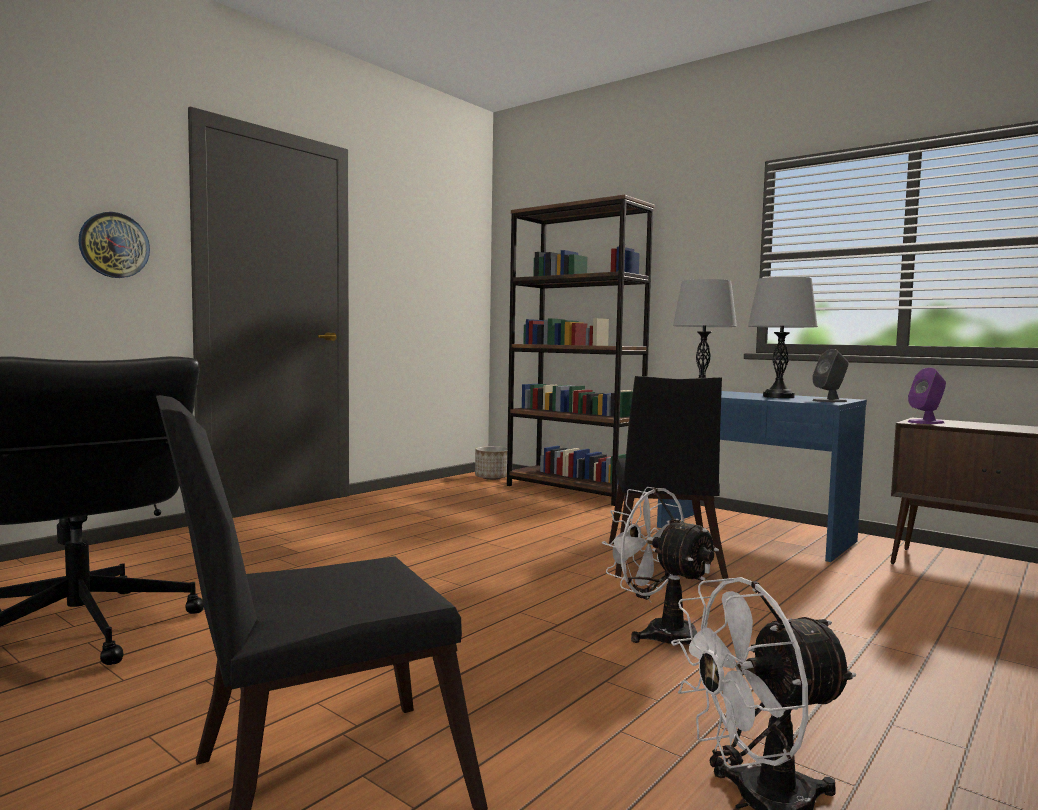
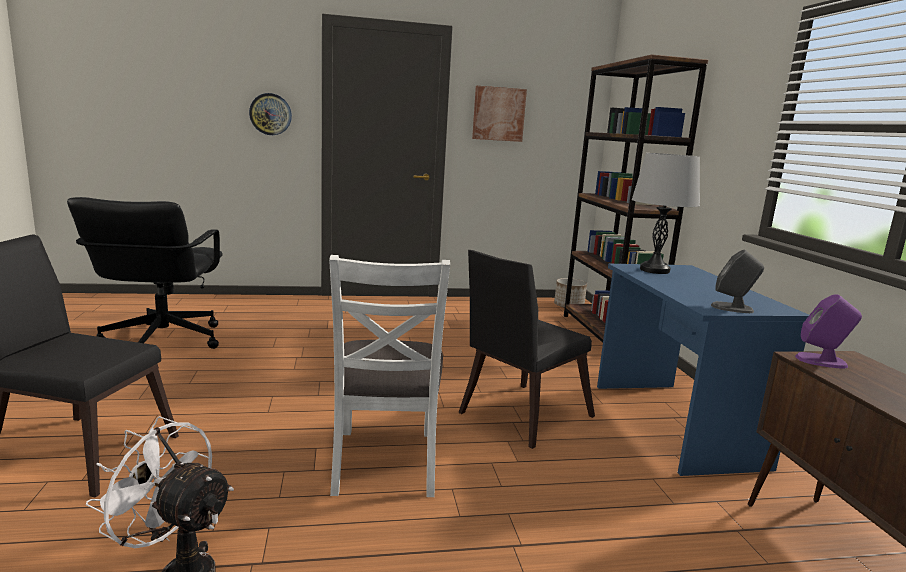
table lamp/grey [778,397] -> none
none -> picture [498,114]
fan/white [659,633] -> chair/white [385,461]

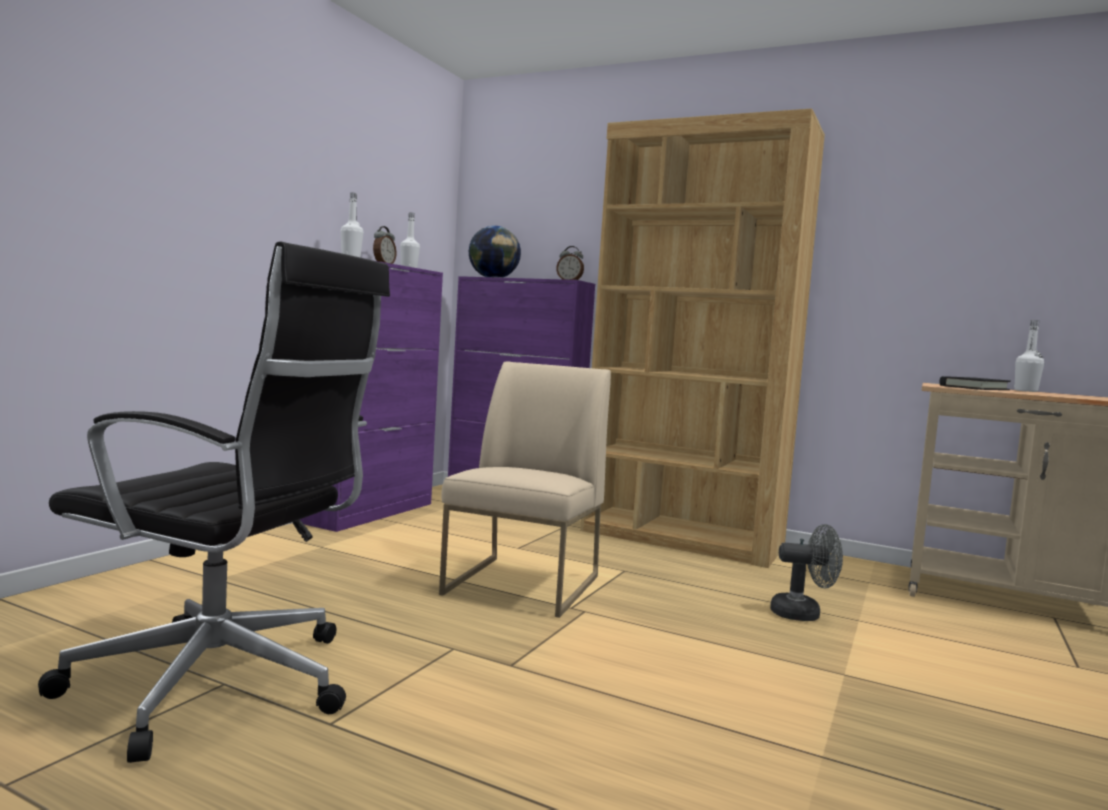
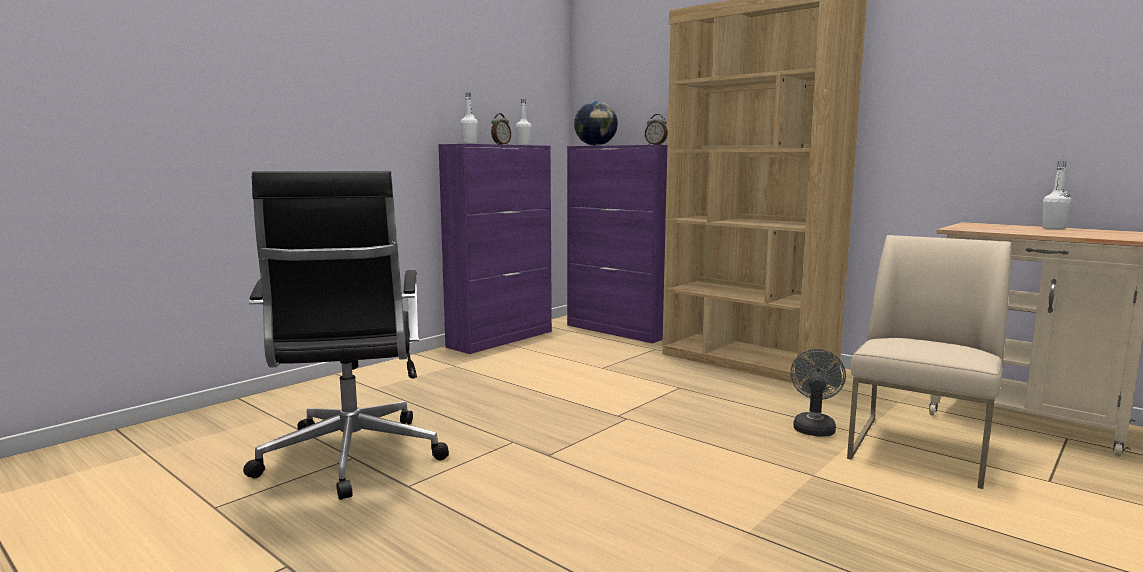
book/black [974,388] -> none
chair/beige [523,586] -> chair/beige [921,451], shifted
office chair/black [221,685] -> office chair/black [351,458], 45 degrees clockwise
fan/grey [803,614] -> fan/grey [813,427], 90 degrees counterclockwise

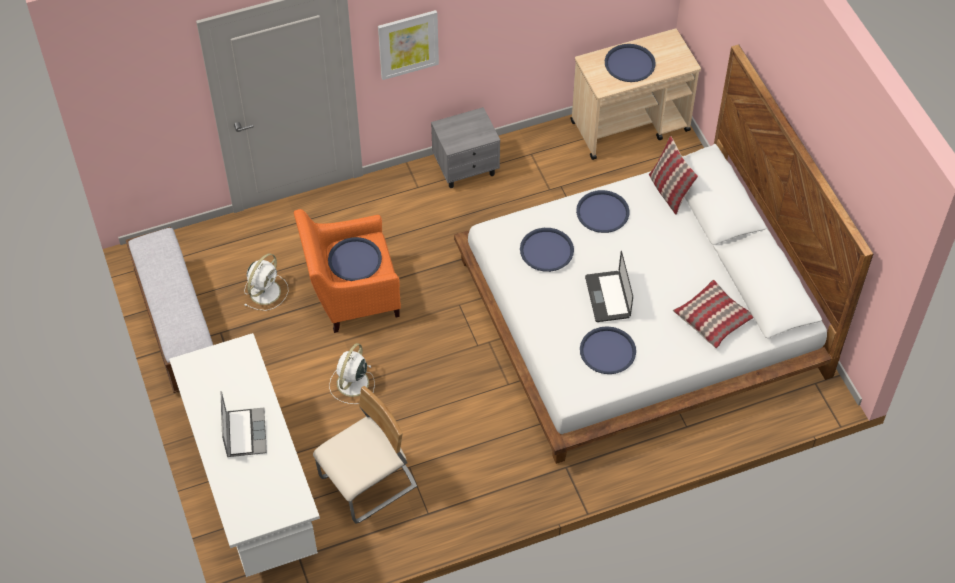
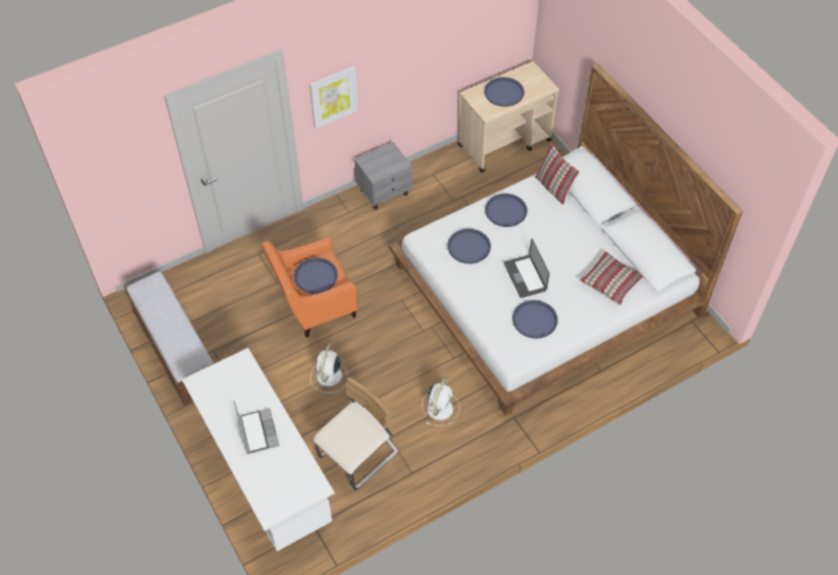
fan/white [266,291] -> fan/white [440,407], shifted

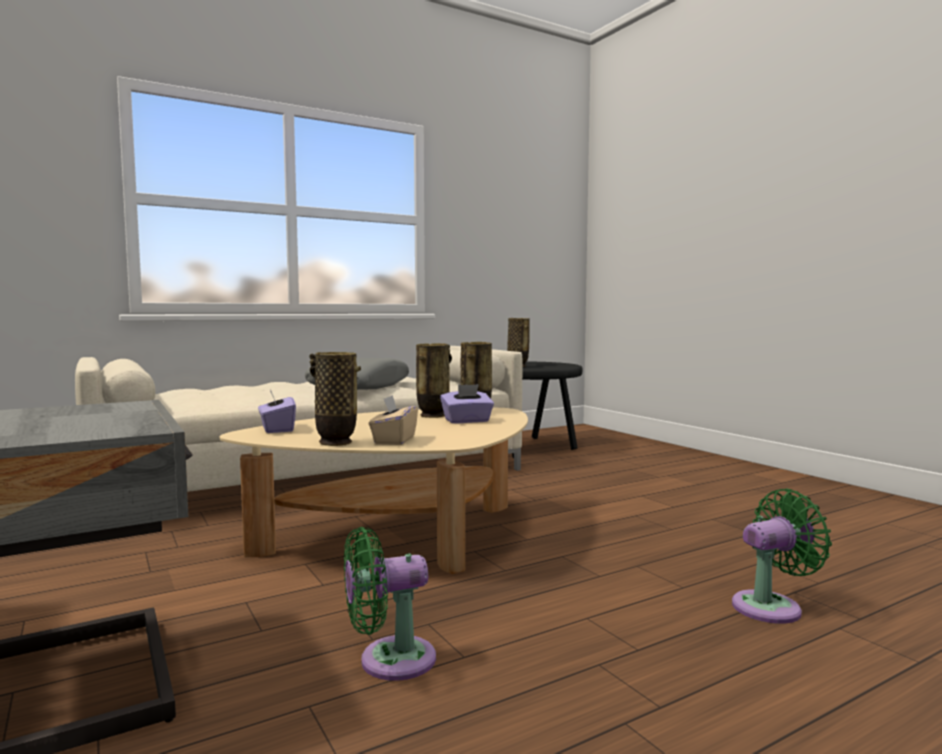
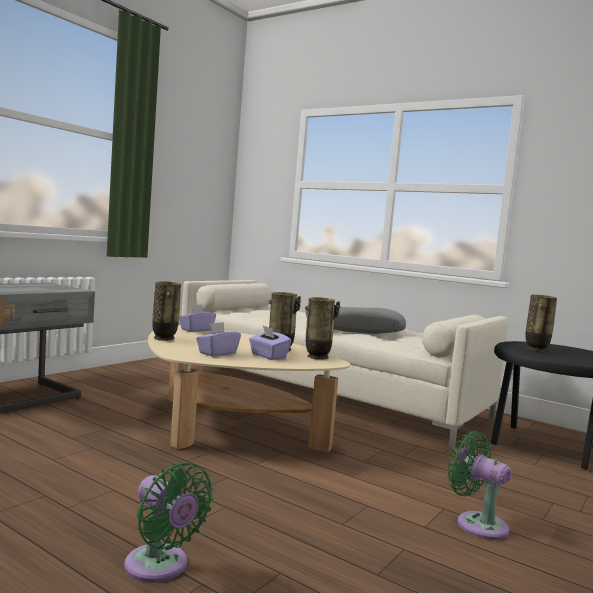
tissue box/beige [394,440] -> none
none -> tissue box/purple [217,353]
fan/green [389,661] -> fan/green [477,524], shifted

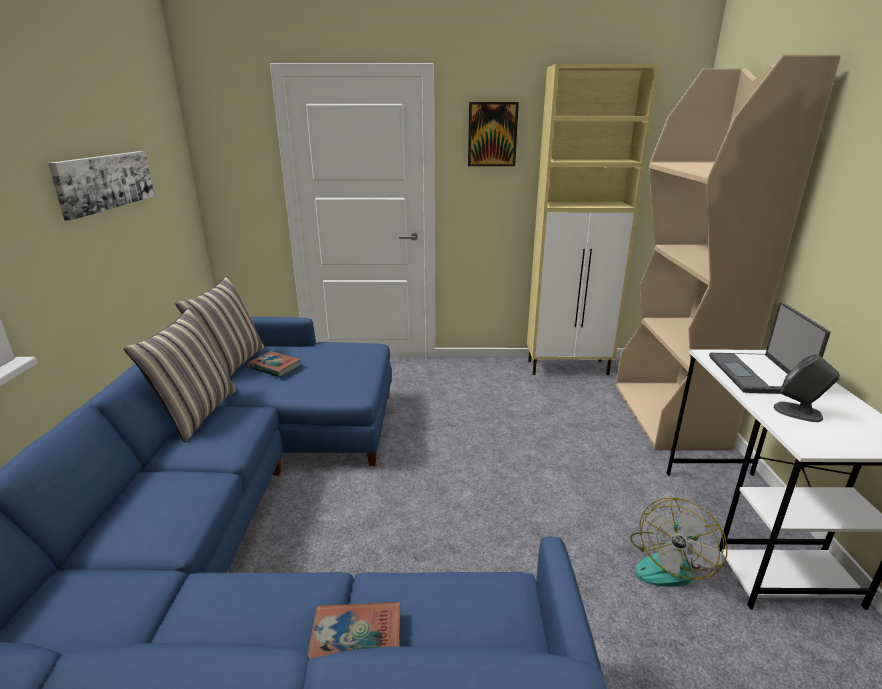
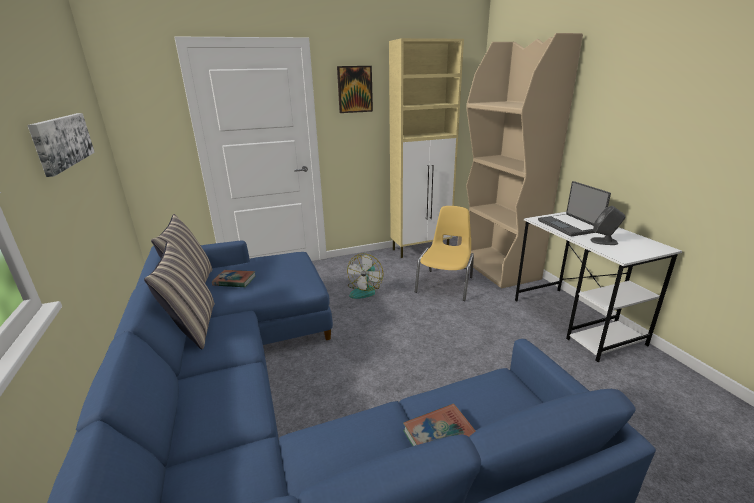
none -> chair/yellow [445,284]
fan [668,563] -> fan [365,290], shifted

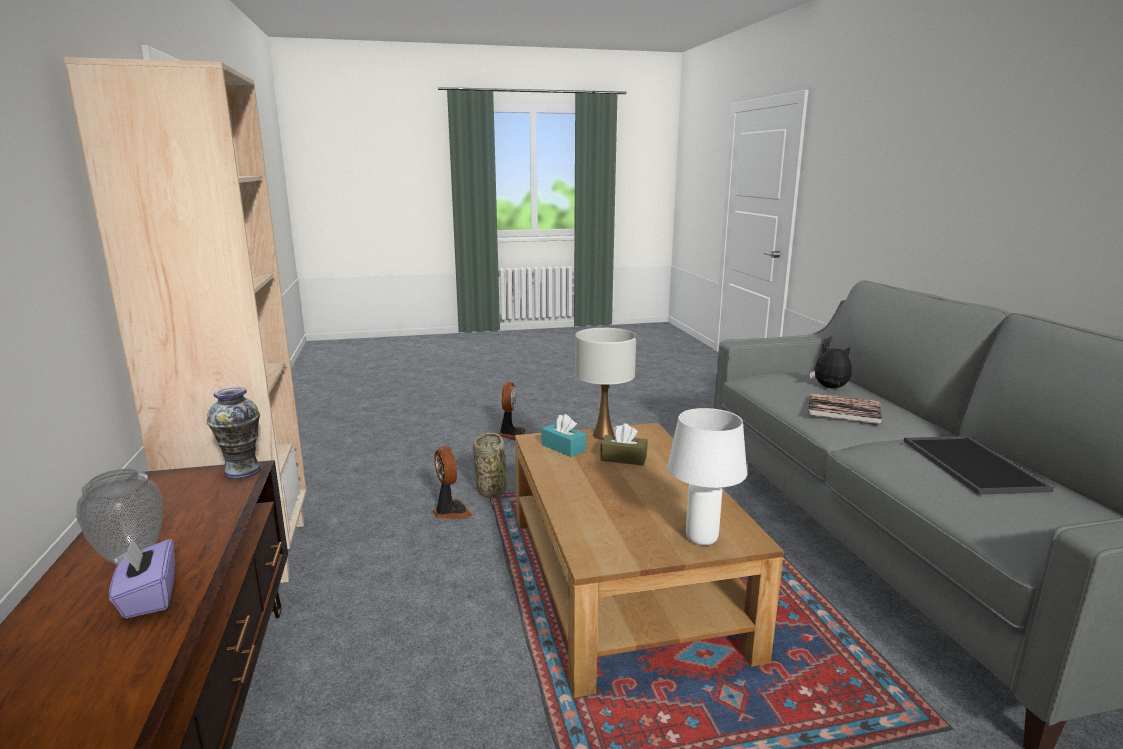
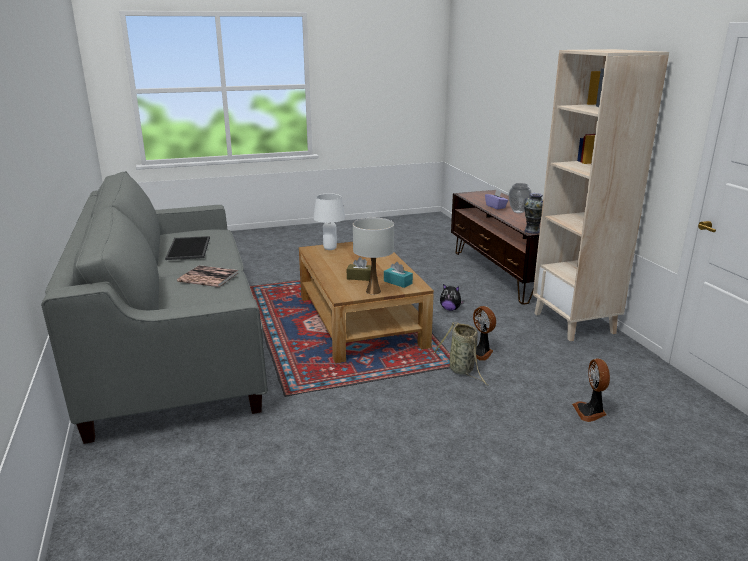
fan [511,434] -> fan [590,412], shifted
plush toy [830,388] -> plush toy [450,309], shifted

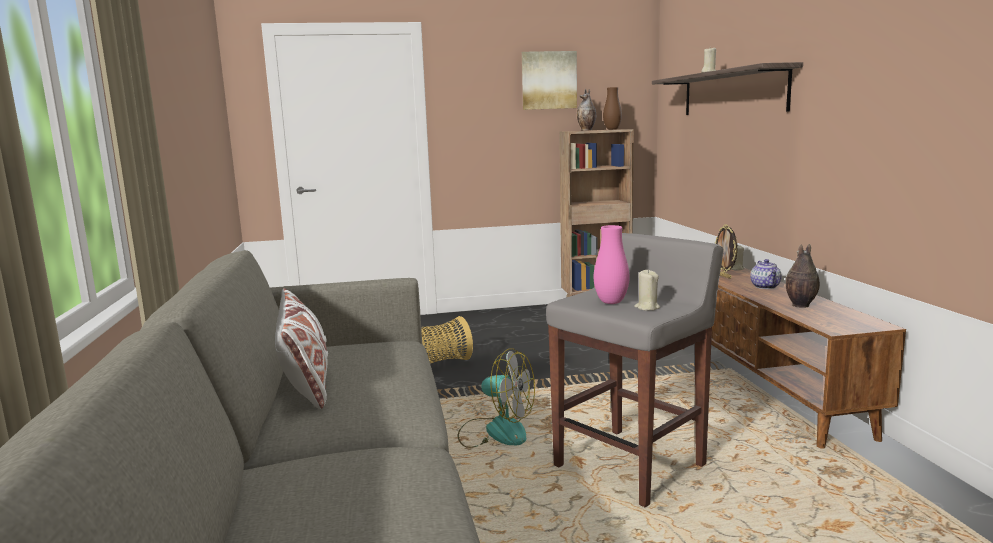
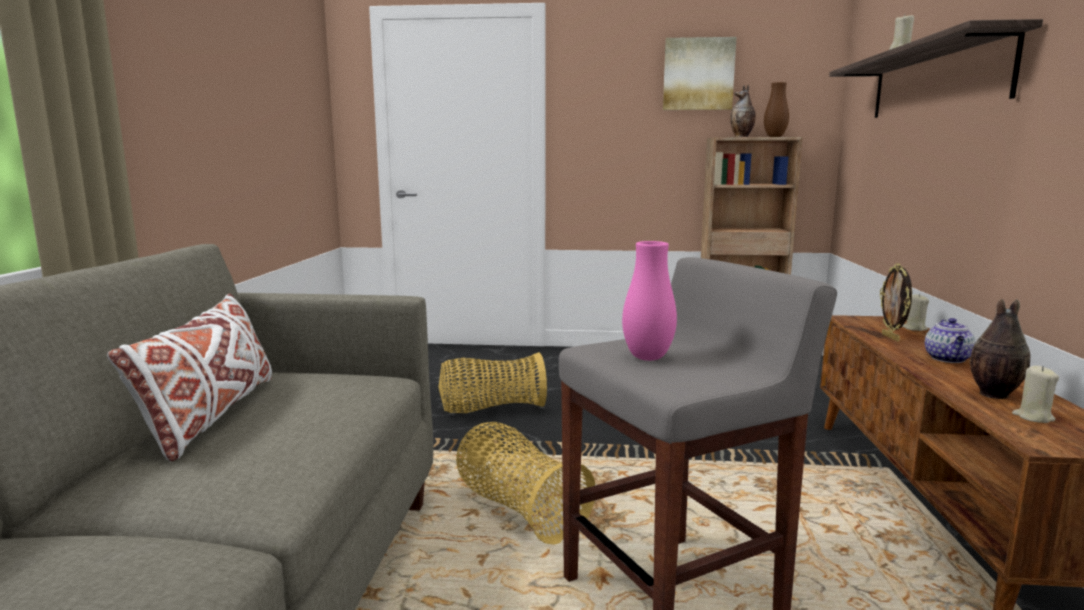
candle/beige [647,307] -> candle/beige [1033,417], shifted
fan [495,431] -> basket [519,509]

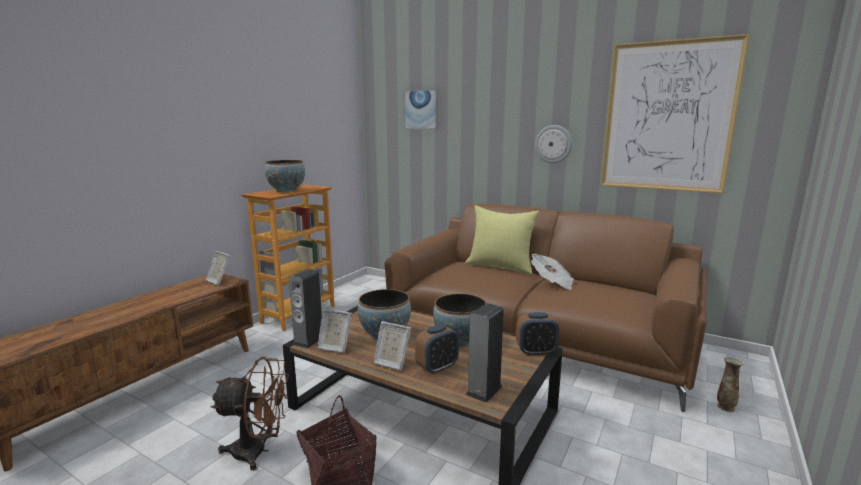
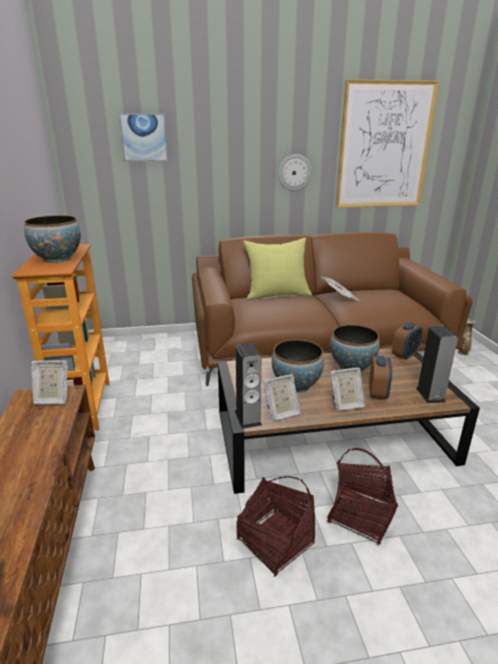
fan/brown [258,451] -> basket [275,542]

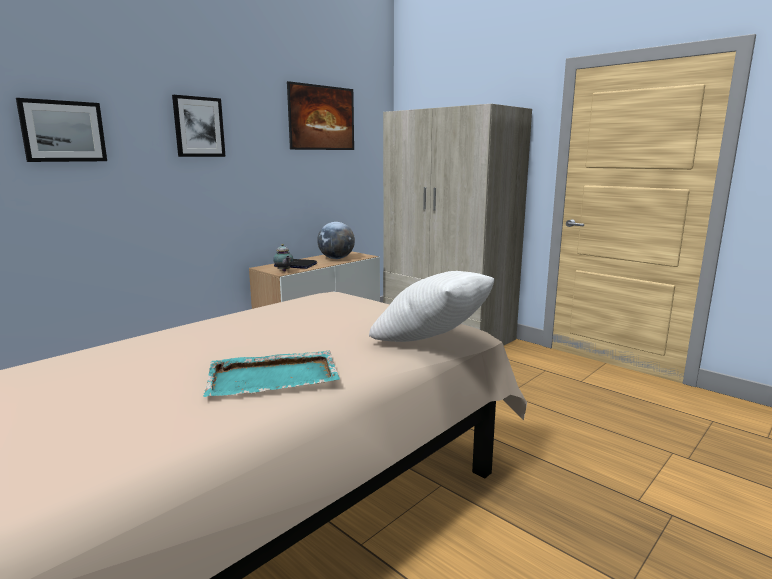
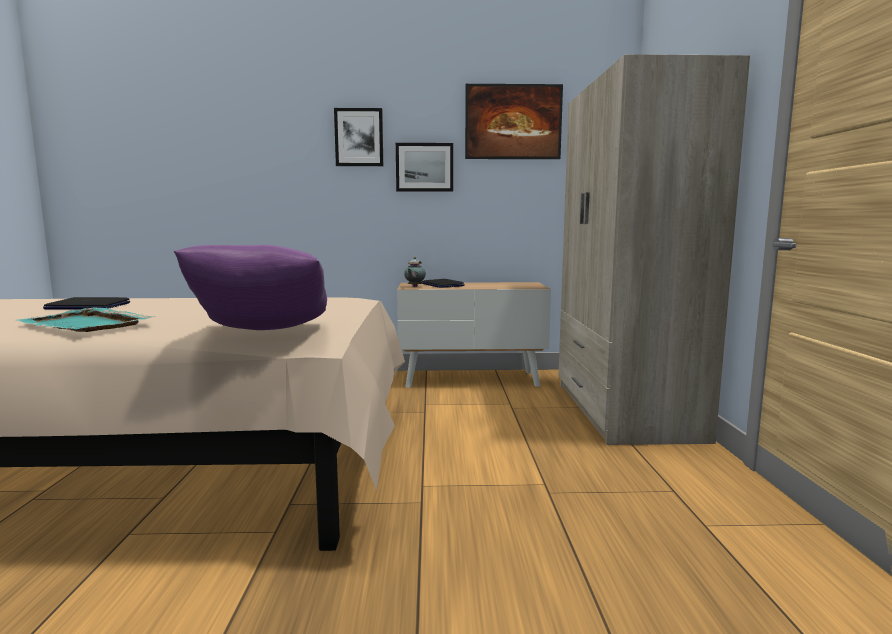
globe [336,258] -> none
none -> laptop [87,306]
picture [63,131] -> picture [424,167], shifted
pillow/white [433,340] -> pillow/purple [263,334]

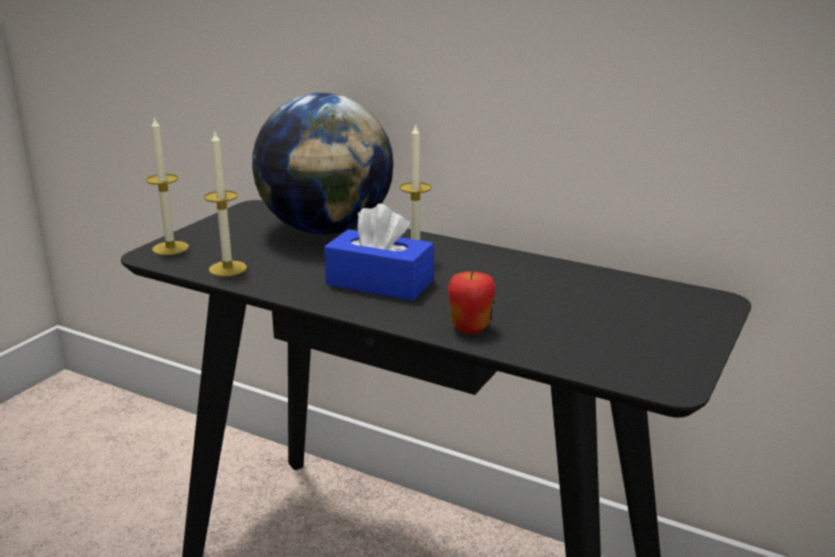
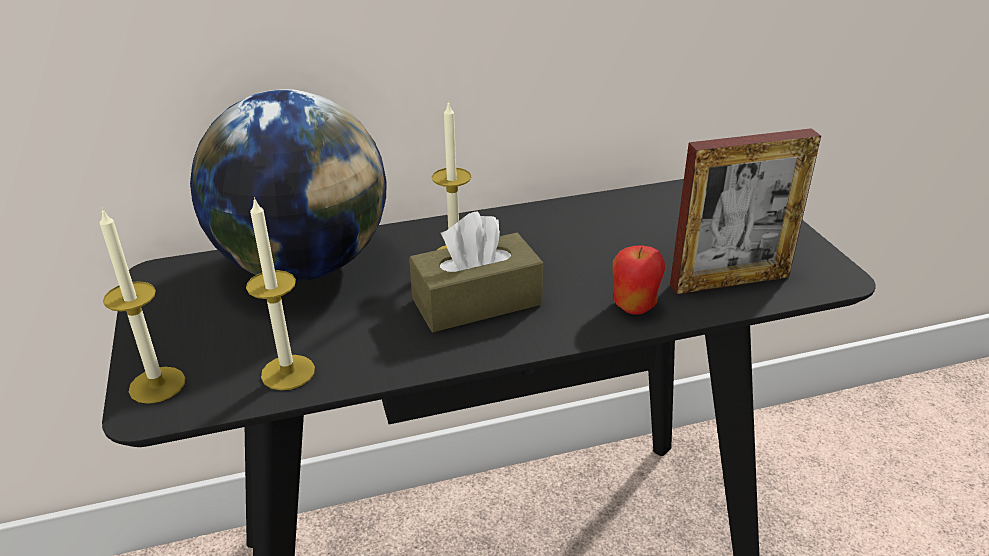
none -> picture frame [729,281]
tissue box/blue [379,283] -> tissue box/brown [476,302]

